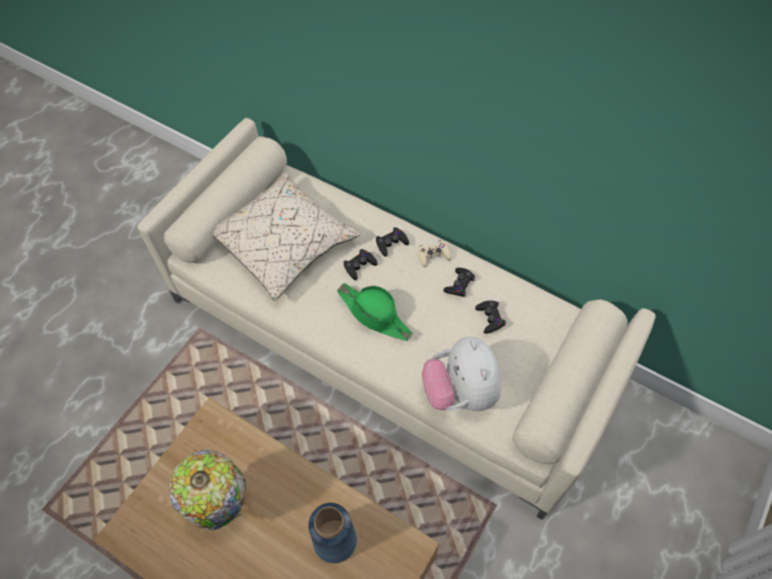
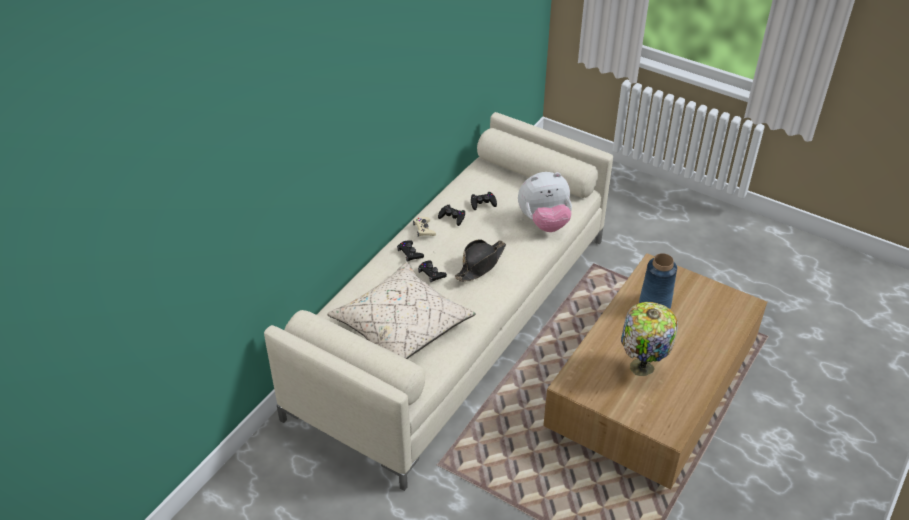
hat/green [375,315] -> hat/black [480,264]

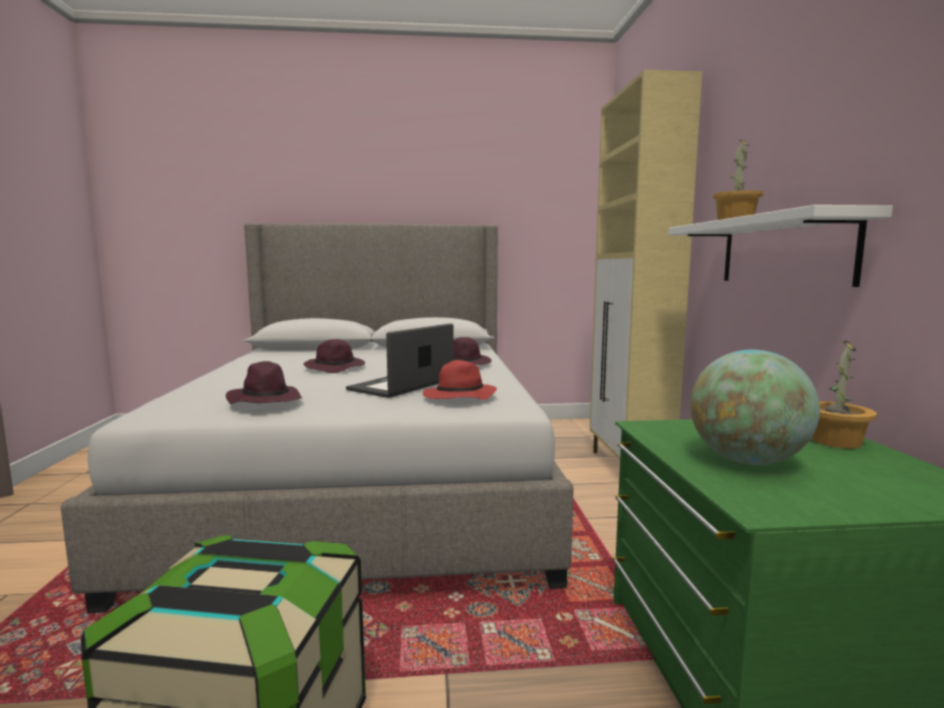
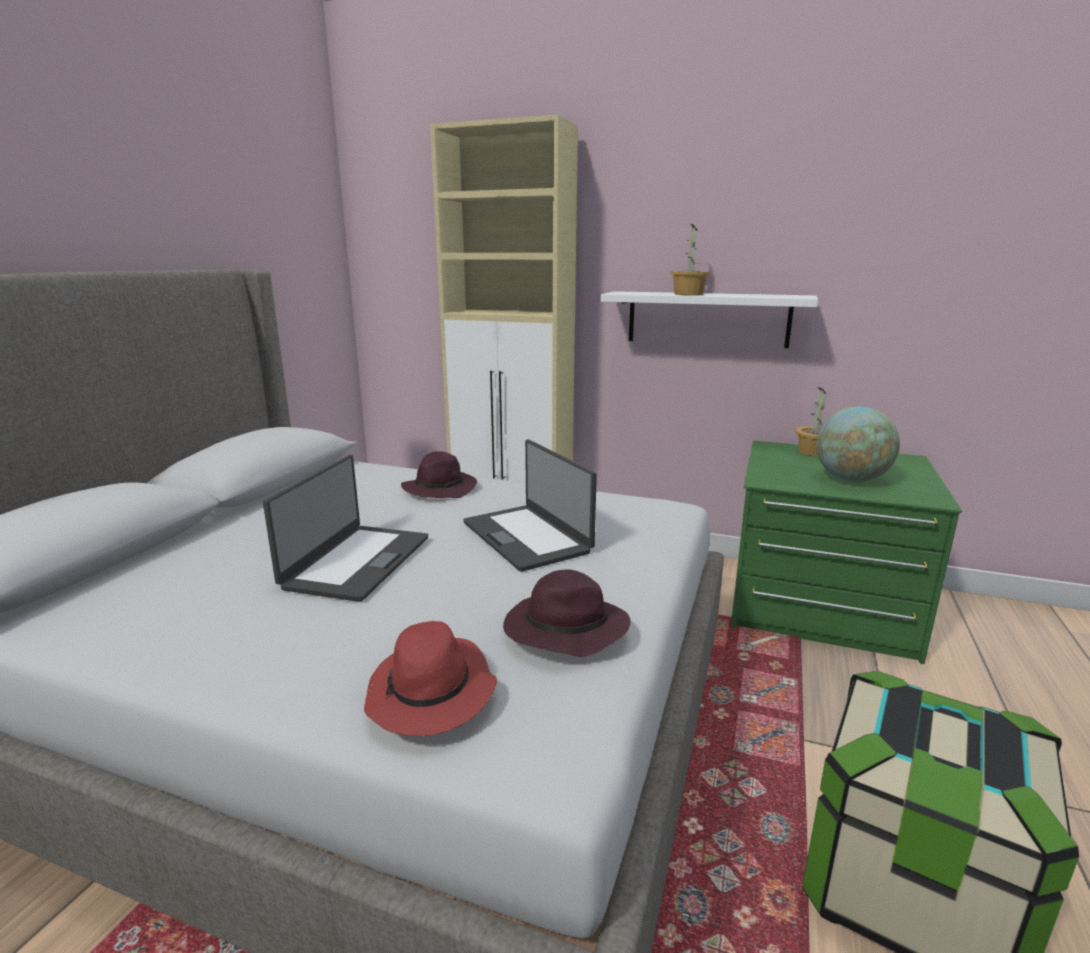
hat/red [459,397] -> hat/red [431,693], shifted
hat/purple [336,368] -> laptop [356,562]

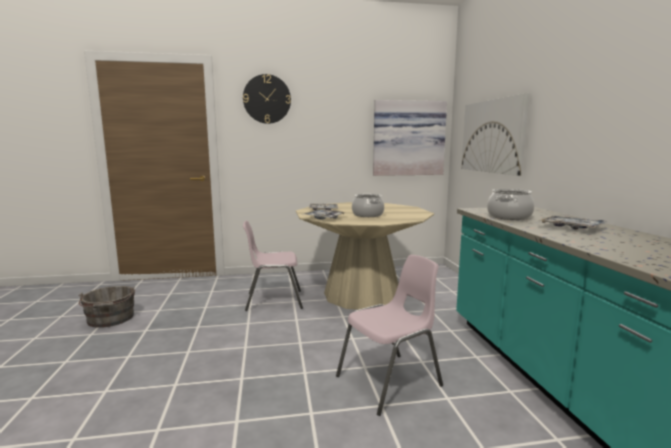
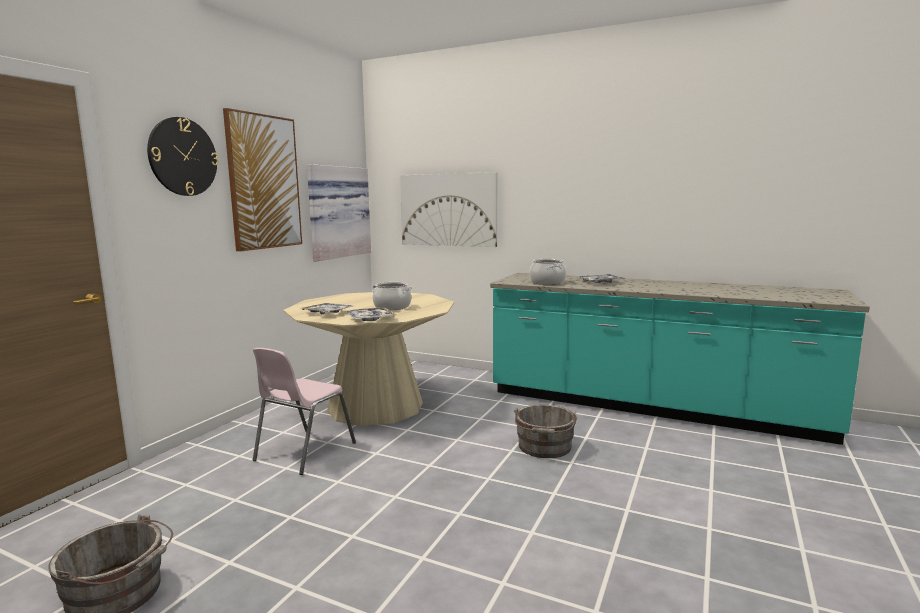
none -> picture [264,182]
chair/pink [391,381] -> bucket/grey [544,448]

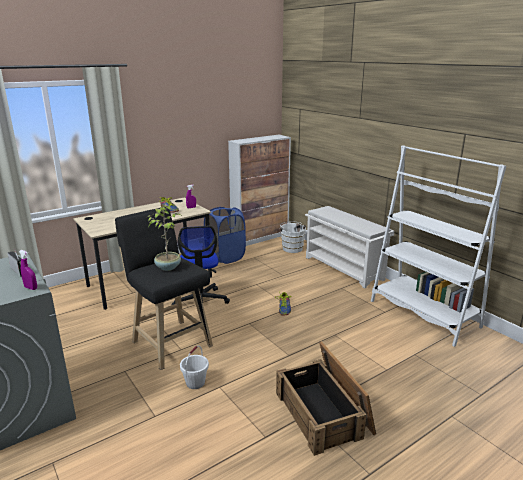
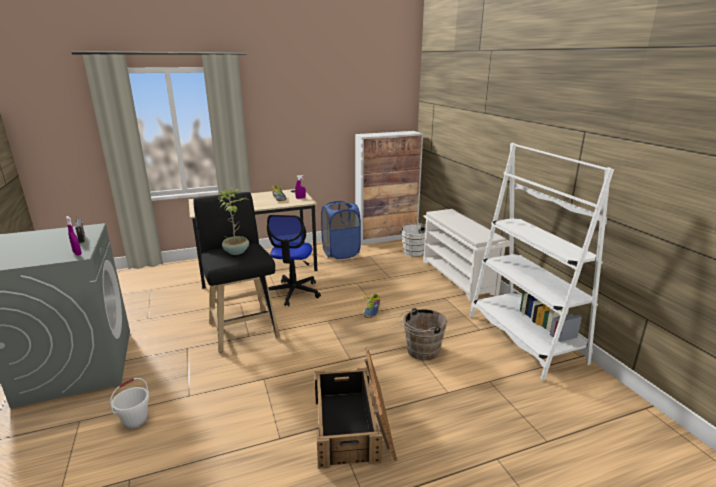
none -> bucket/brown [420,351]
bucket/white [195,382] -> bucket/white [135,420], shifted

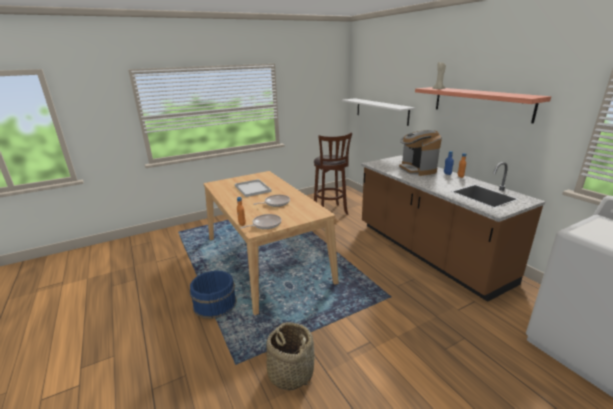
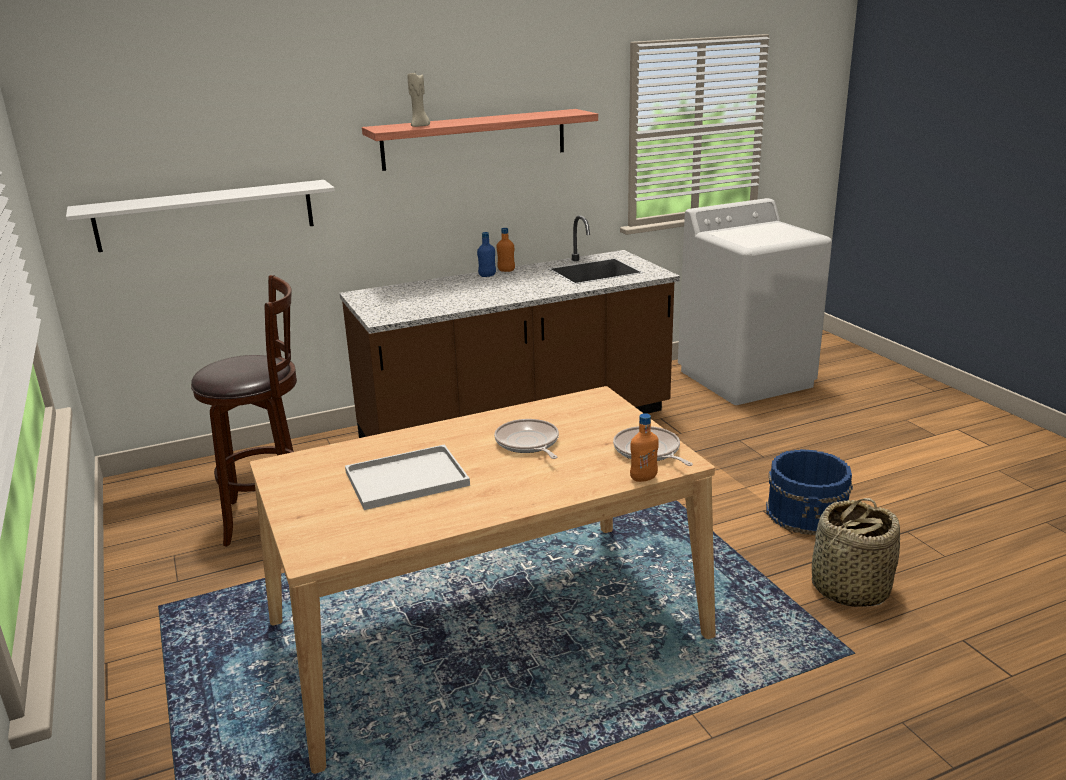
coffee machine [417,169] -> none
bucket/blue [215,304] -> bucket/blue [807,512], shifted

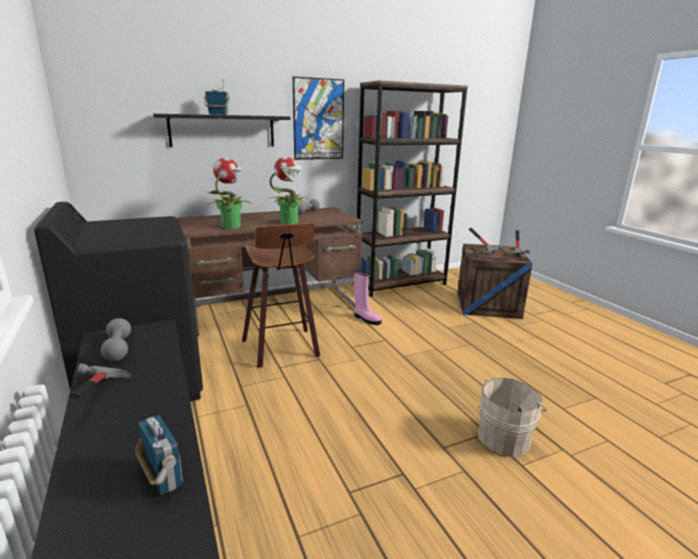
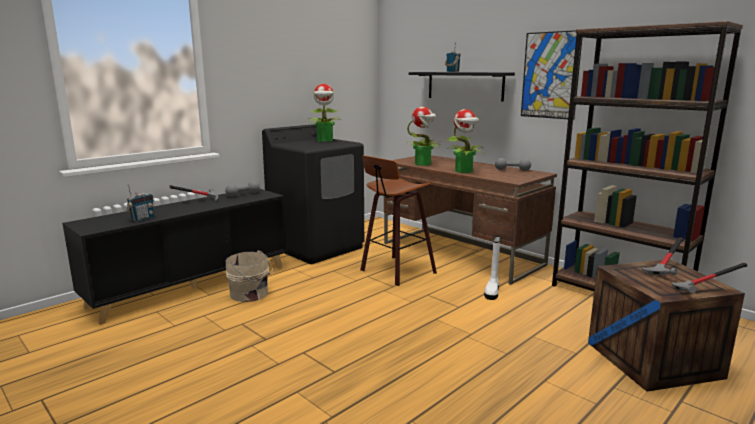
none -> potted plant [325,140]
bucket/beige [505,437] -> bucket/beige [250,294], shifted
boot/pink [366,319] -> boot/white [492,292]

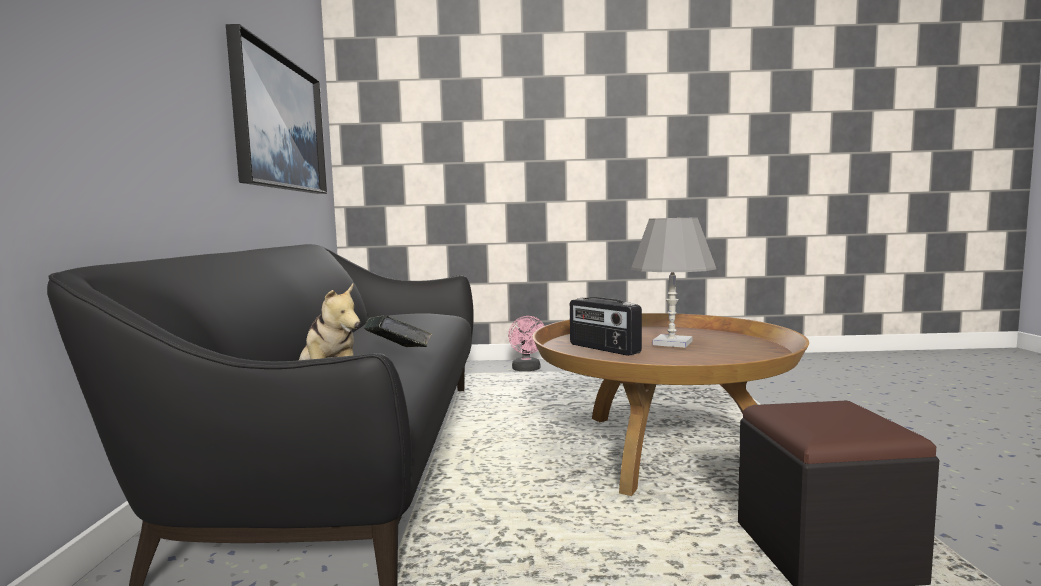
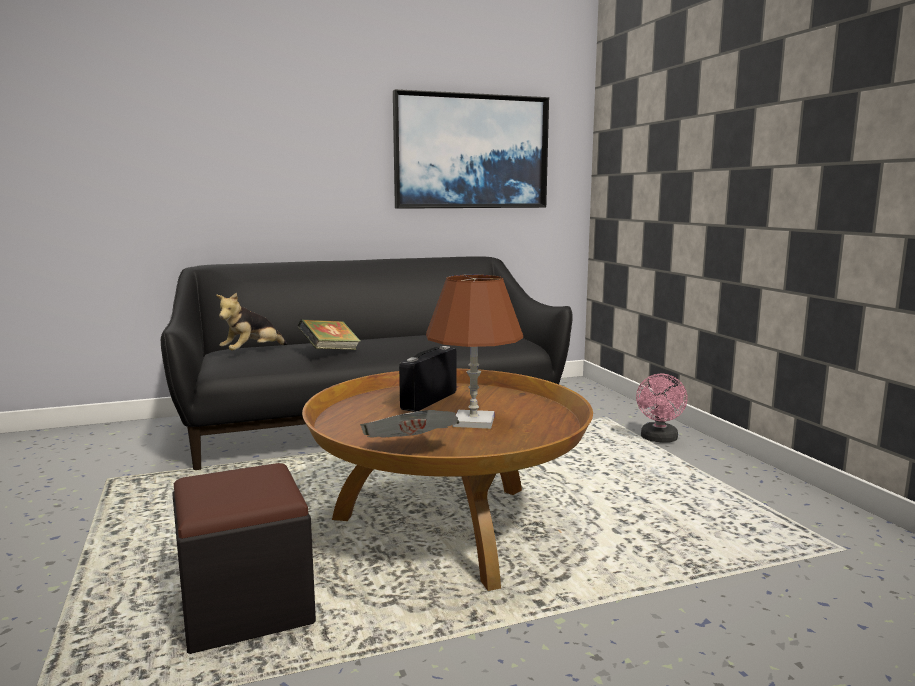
none -> newspaper [410,452]
table lamp/grey [672,343] -> table lamp/brown [473,421]
fan/pink [527,369] -> fan/pink [659,439], 45 degrees counterclockwise

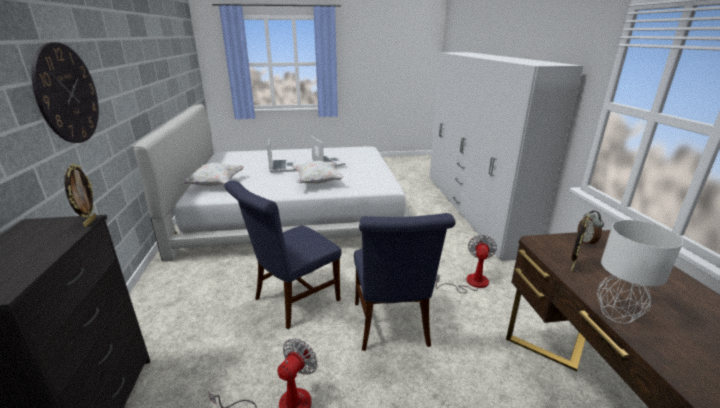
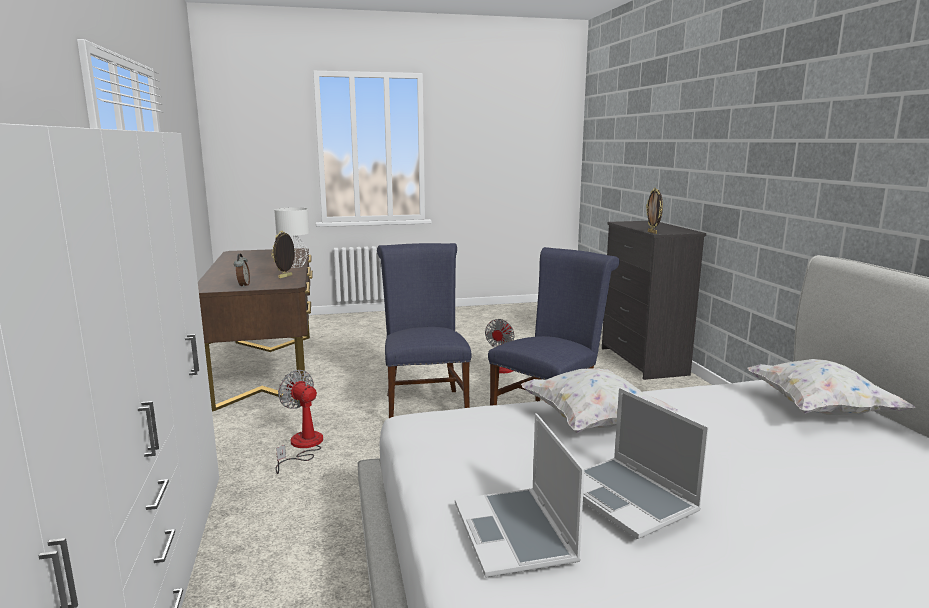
wall clock [67,94] -> none
laptop [282,166] -> laptop [516,534], shifted
fan [470,283] -> fan [302,446], 120 degrees clockwise

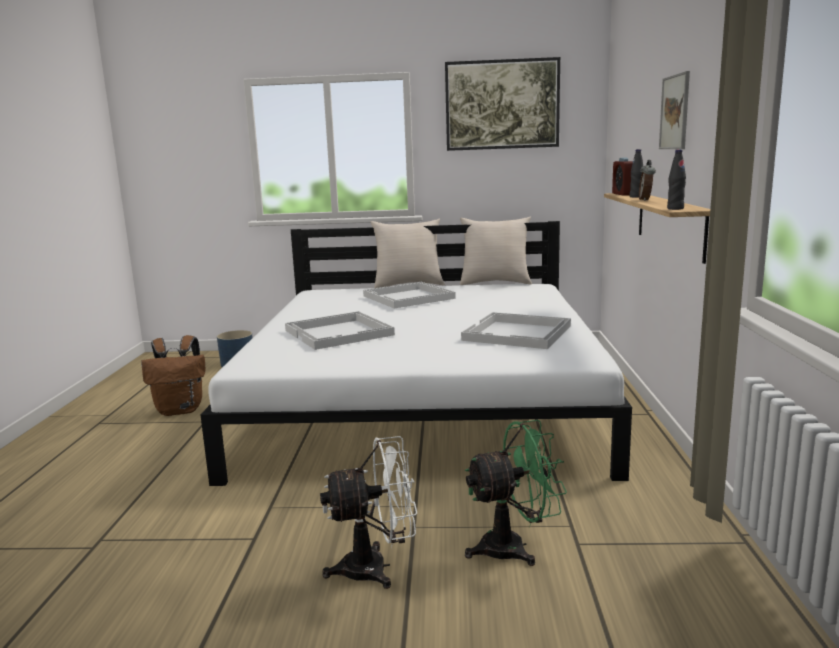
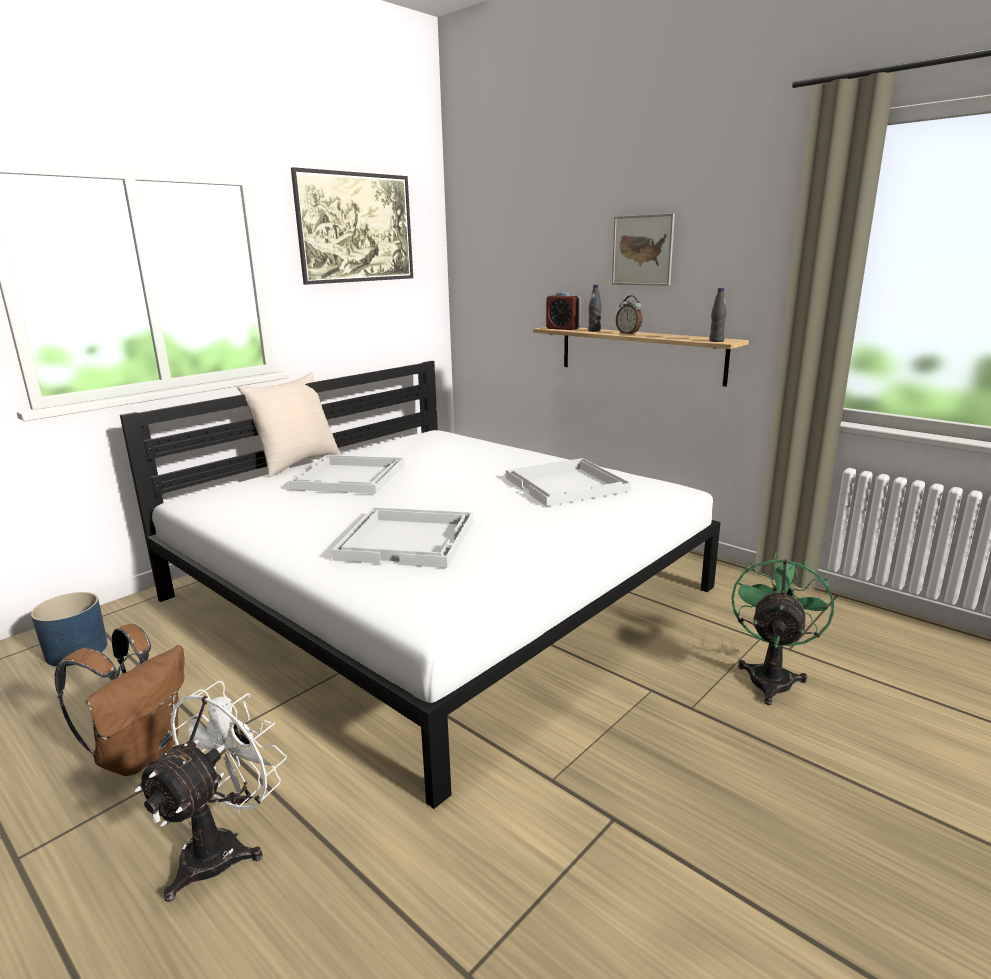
pillow/beige [495,282] -> none
fan/white [376,568] -> fan/white [224,847], shifted

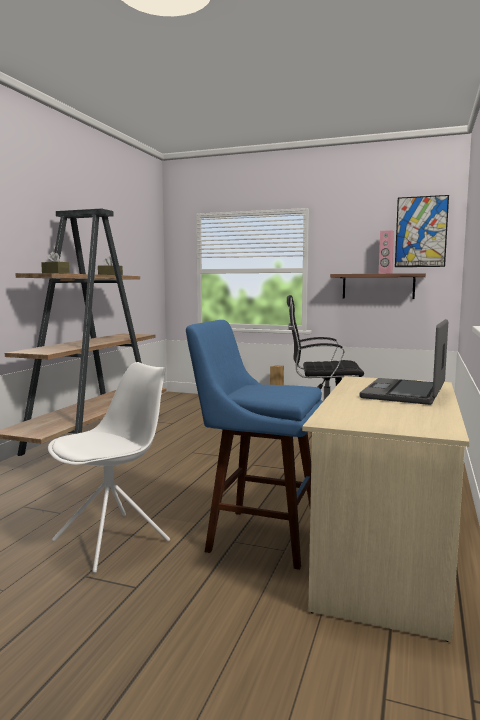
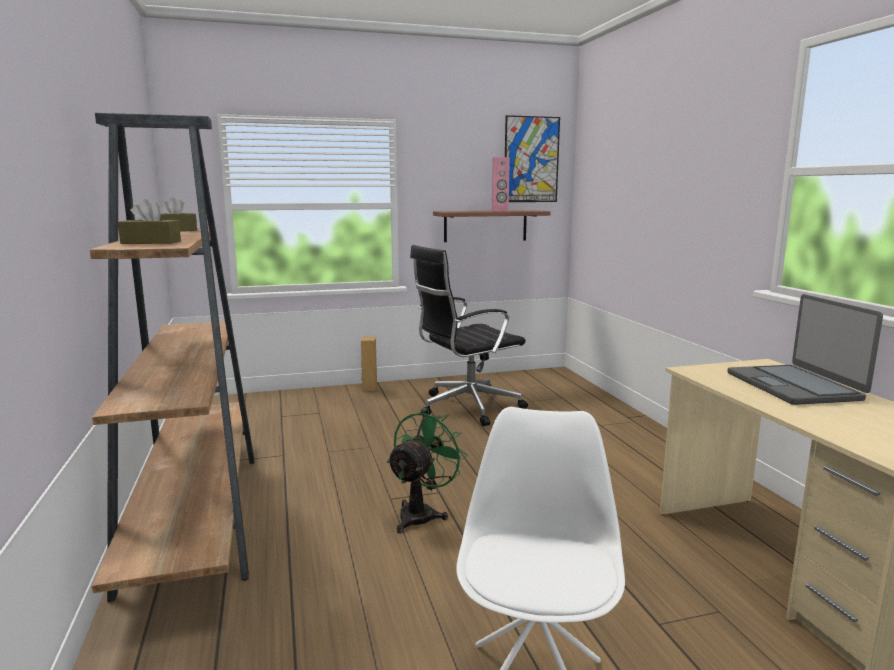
stool/blue [256,536] -> none
none -> fan/green [422,514]

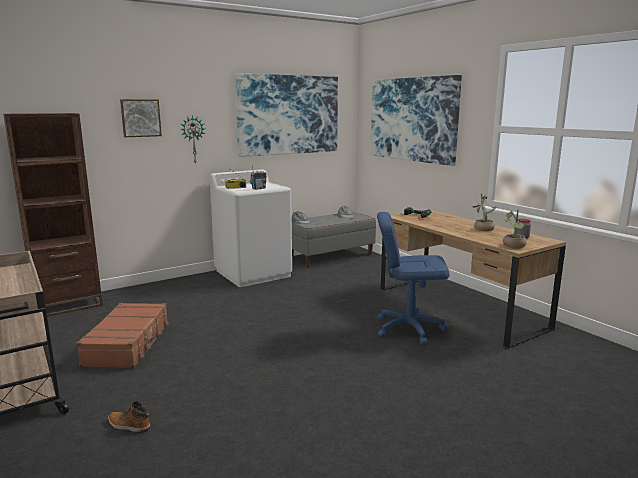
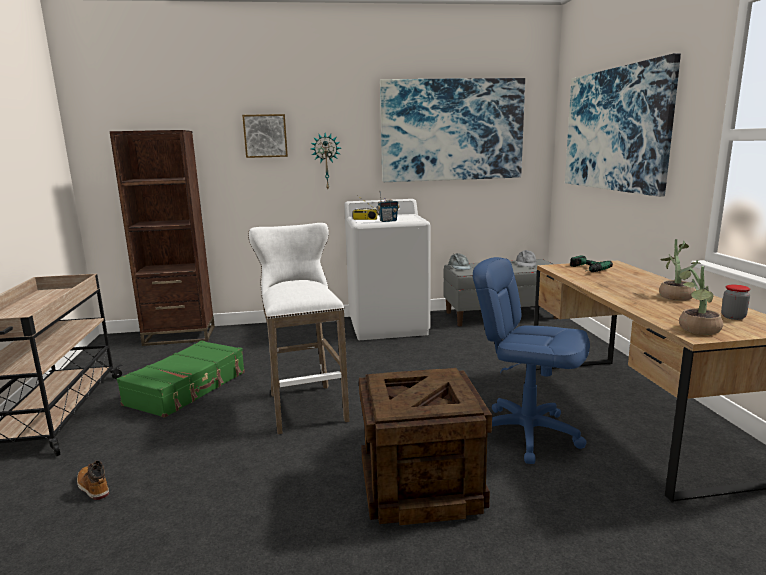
none -> stool/white [305,405]
none -> crate [420,486]
suitcase/brown [128,344] -> suitcase/green [188,388]

